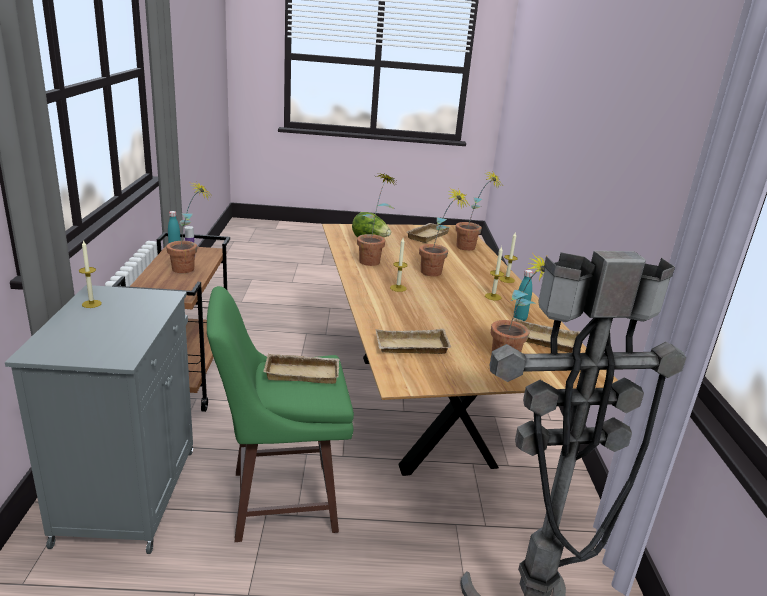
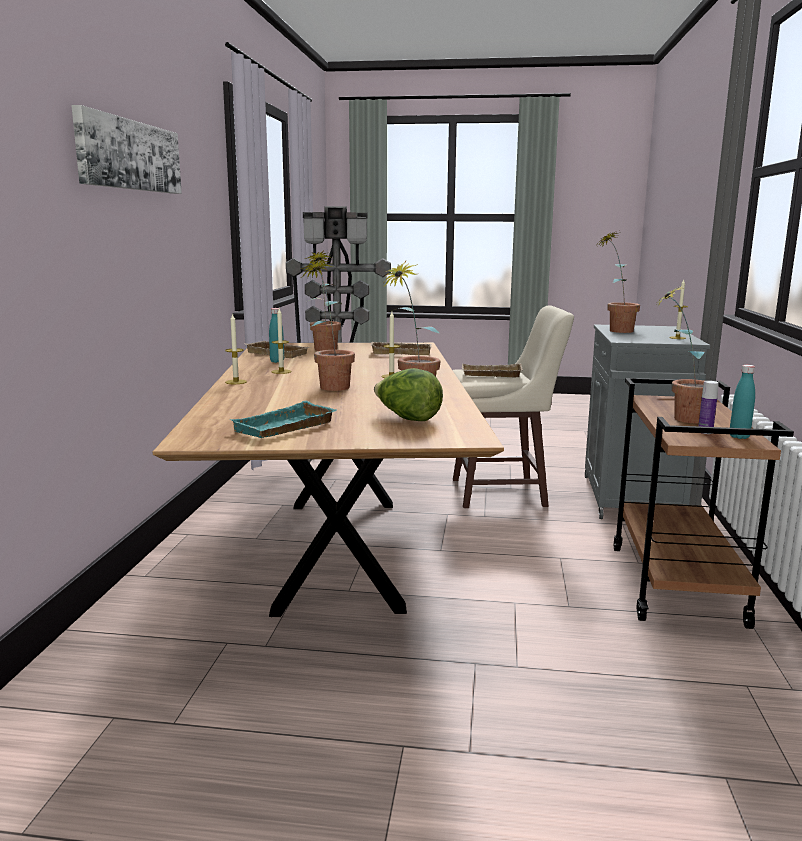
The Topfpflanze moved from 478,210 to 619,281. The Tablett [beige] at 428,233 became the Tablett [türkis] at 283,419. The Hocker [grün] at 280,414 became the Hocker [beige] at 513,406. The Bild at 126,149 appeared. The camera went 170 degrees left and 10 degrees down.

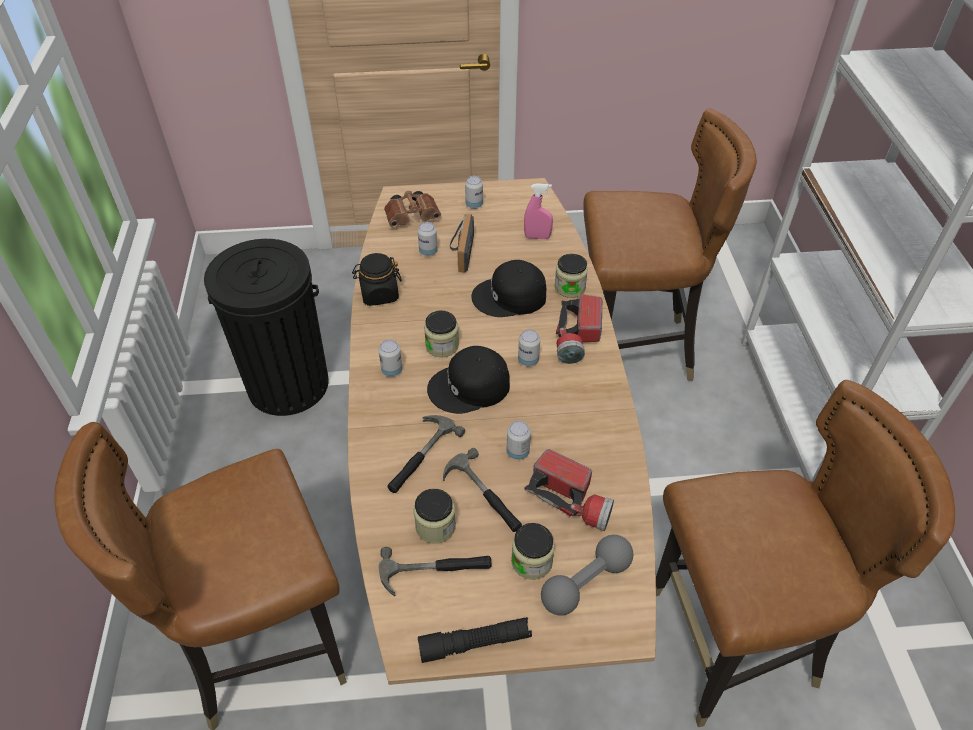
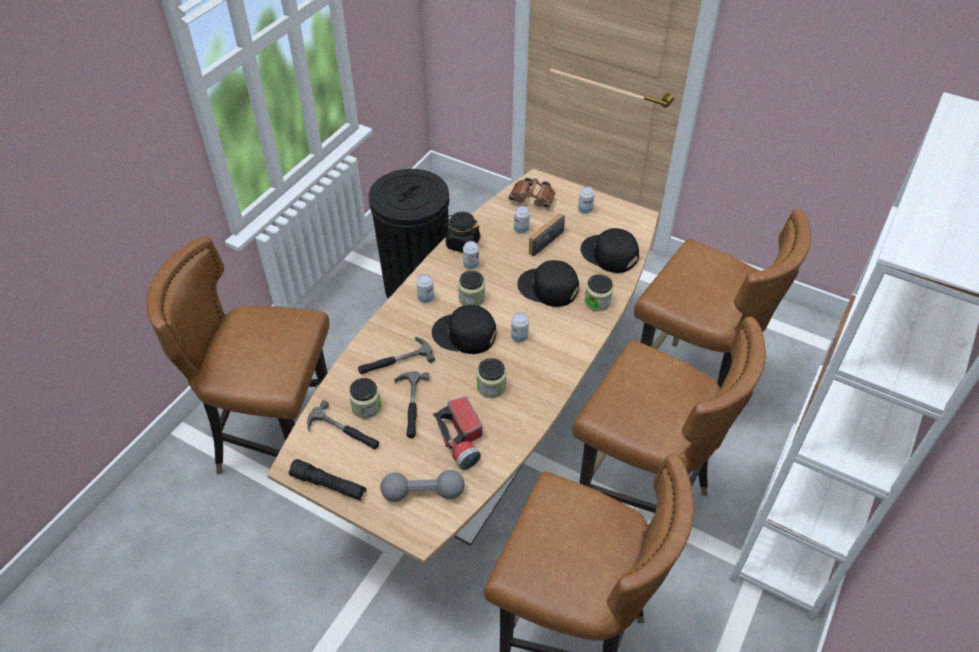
The Sprühflasche [rosa] at 538,211 was replaced by the Kappe [schwarz] at 609,250. The Taschenlampe at 579,329 disappeared. The Dose moved from 519,440 to 471,255. The Vorratsglas moved from 533,551 to 491,378. The Stuhl [braun] at 669,415 appeared. The camera went 35 degrees right and 0 degrees up.

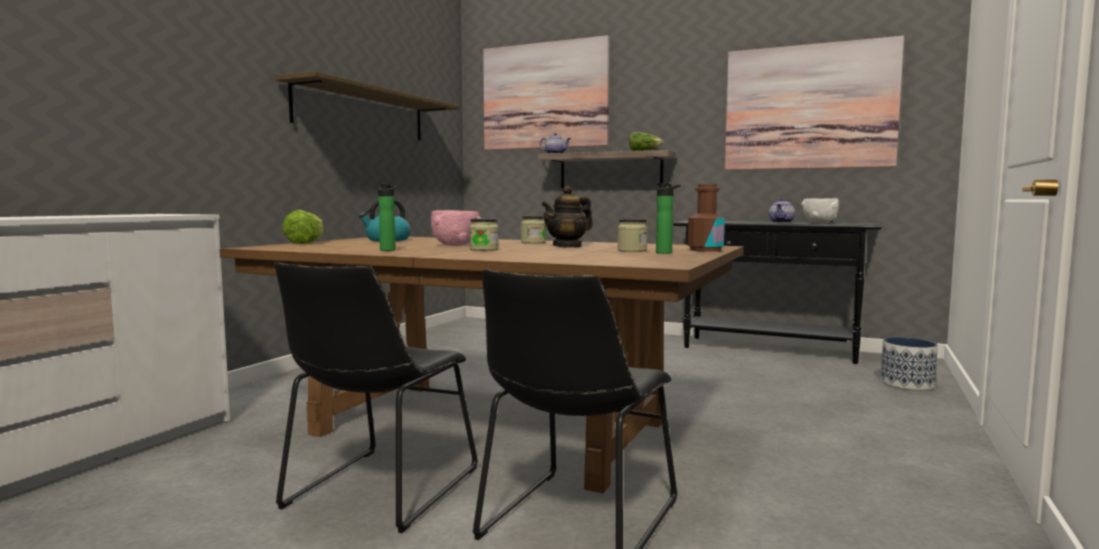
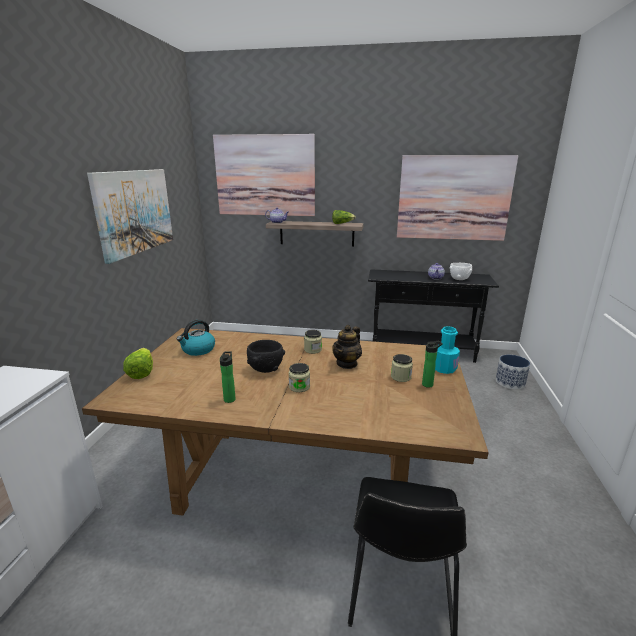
The Wandregal at 367,105 was replaced by the Bild at 130,216. The Flasche [braun] at 706,217 became the Flasche [türkis] at 447,350. The Schüssel [rosa] at 455,228 became the Schüssel [schwarz] at 266,356. The Stuhl [schwarz] at 376,398 disappeared. The camera went 15 degrees left and 15 degrees up.

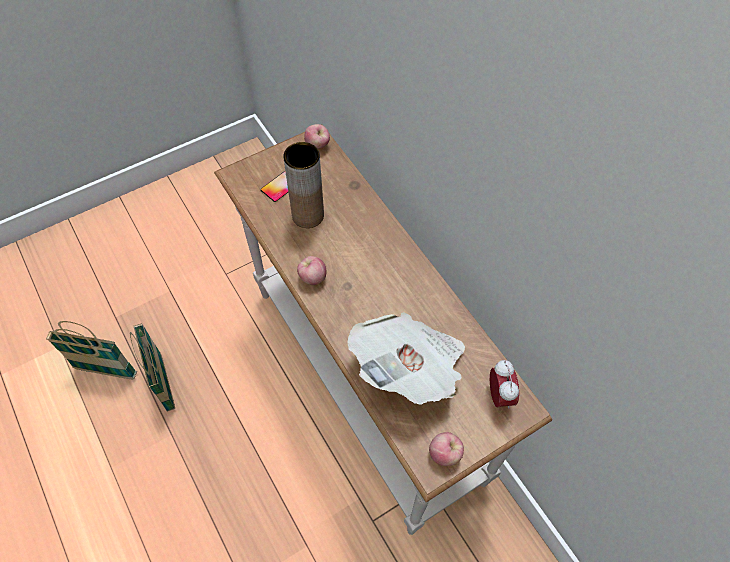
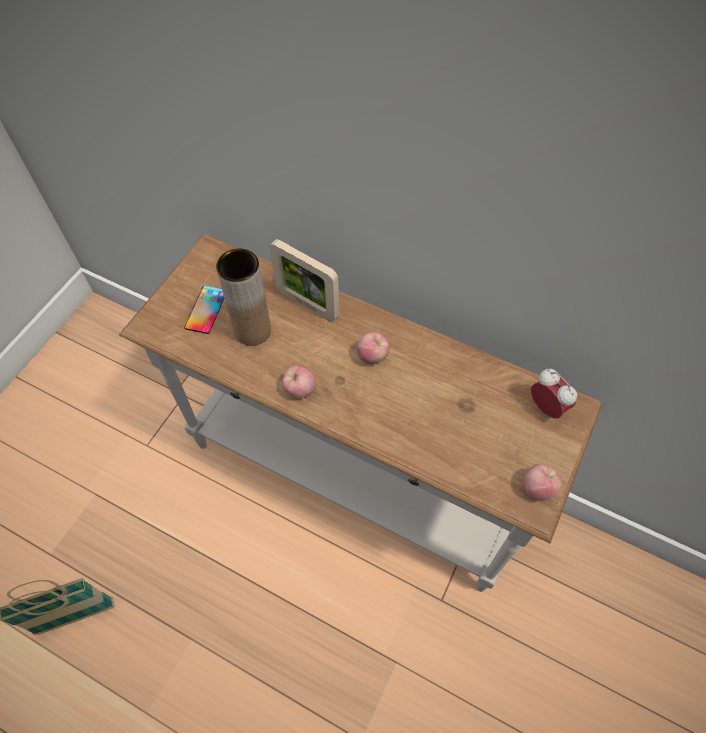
The Apfel moved from 317,136 to 373,348. The Zeitung at 406,358 disappeared. The Korb at 152,367 disappeared. The Bilderrahmen at 304,280 appeared. The camera went 30 degrees left and 0 degrees up.

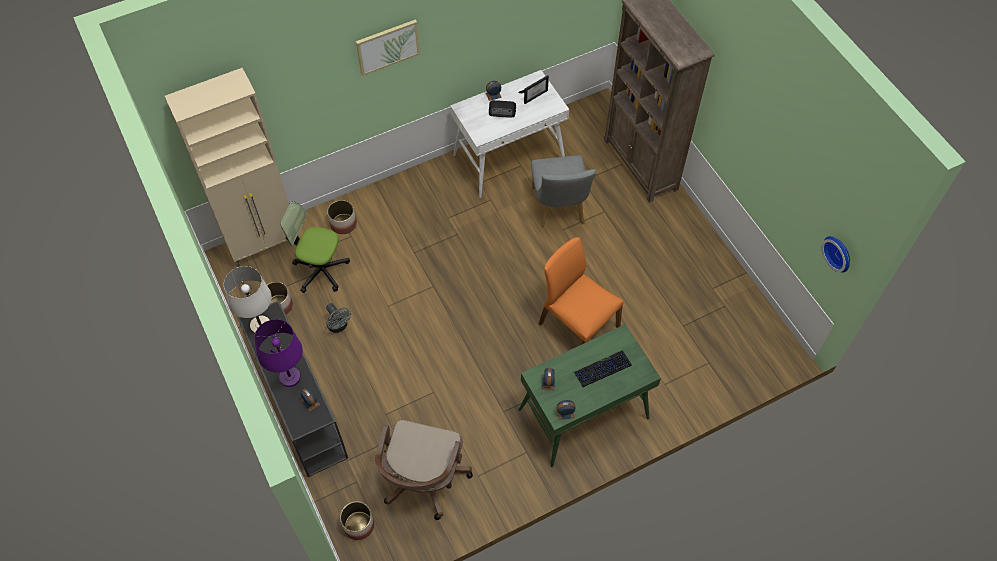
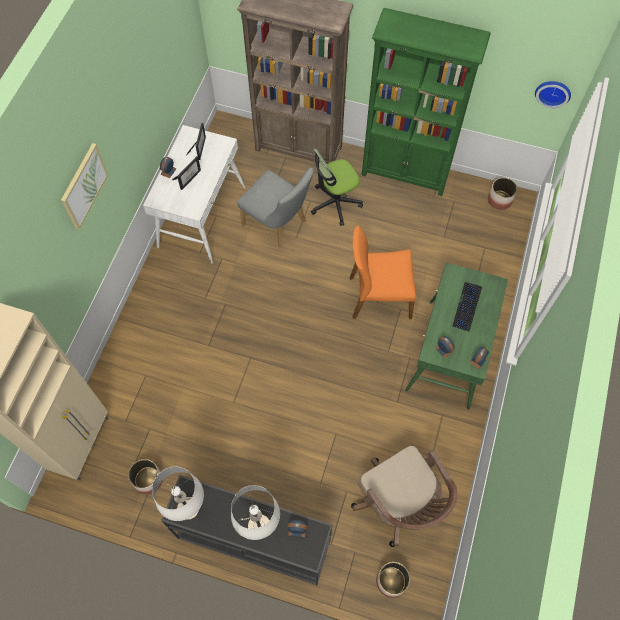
The Radio at 502,109 was replaced by the Bilderrahmen at 186,173. The Pflanzkübel moved from 342,217 to 502,194. The Bürostuhl moved from 315,247 to 337,187. The Ventilator [grau] at 338,318 disappeared. The Tischlampe [lila] at 278,353 became the Tischlampe [weiß] at 255,512. The Bücherregal [grün] at 426,102 appeared. The camera went 45 degrees left and 5 degrees up.

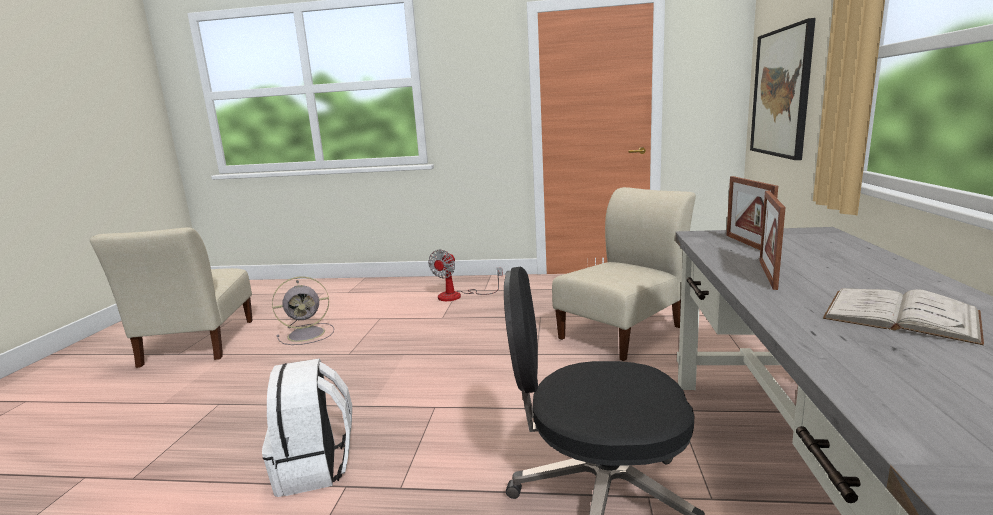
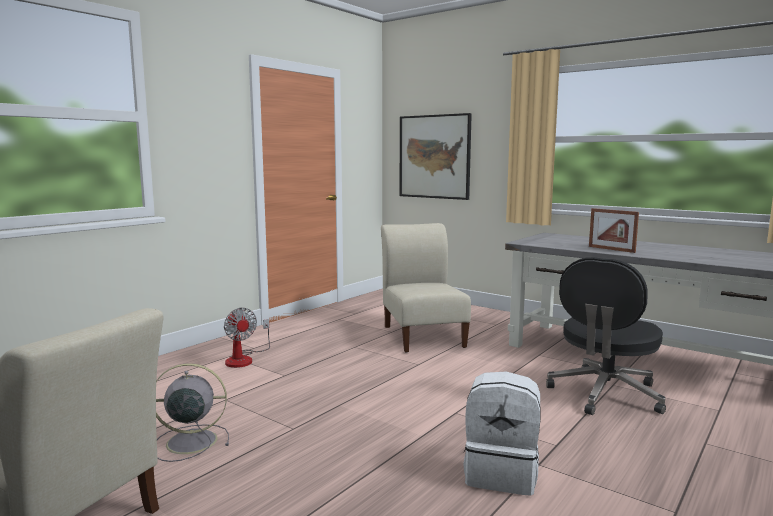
The Bilderrahmen at 752,213 disappeared. The Ventilator [grau] at 303,311 turned 105 degrees counterclockwise. The Buch [weiß] at 903,317 disappeared. The camera went 60 degrees left and 5 degrees down.

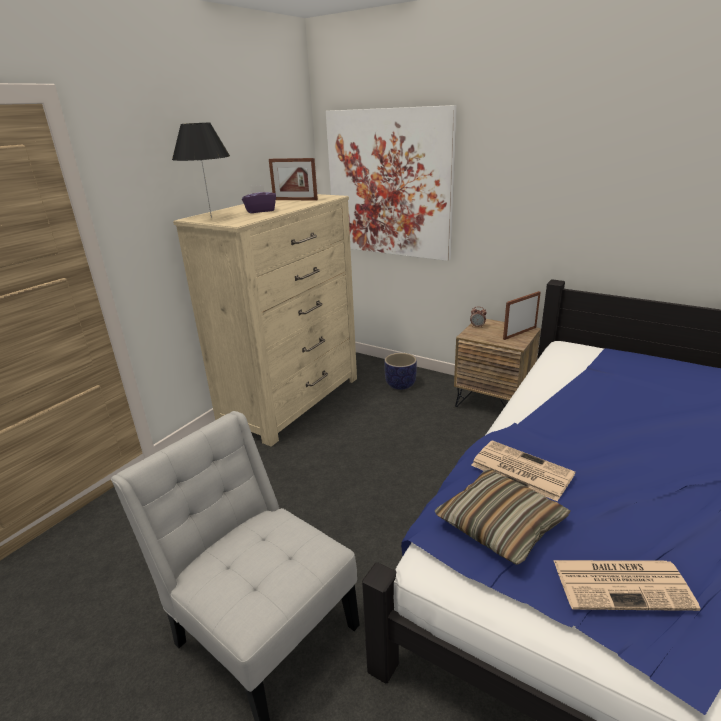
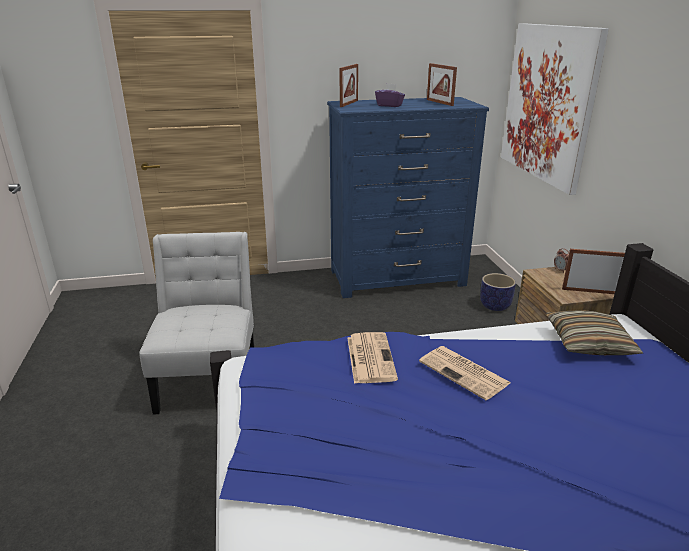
The Tischlampe [schwarz] at 201,170 was replaced by the Bilderrahmen at 349,85. The Kommode [beige] at 265,320 became the Kommode [blau] at 408,197. The Kissen moved from 503,517 to 594,332. The Zeitung moved from 627,585 to 464,373. The camera went 45 degrees right and 0 degrees up.

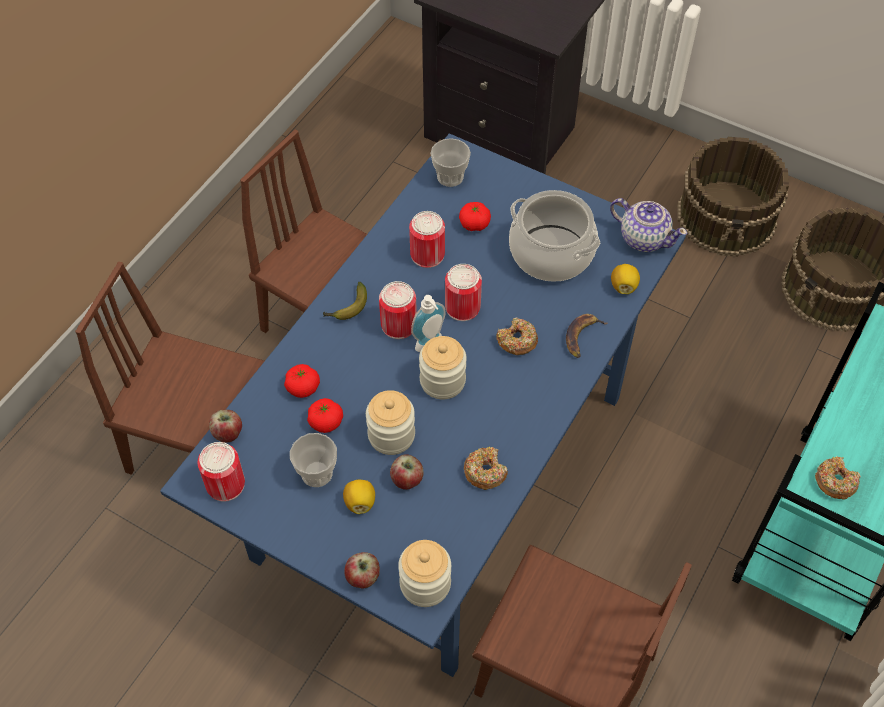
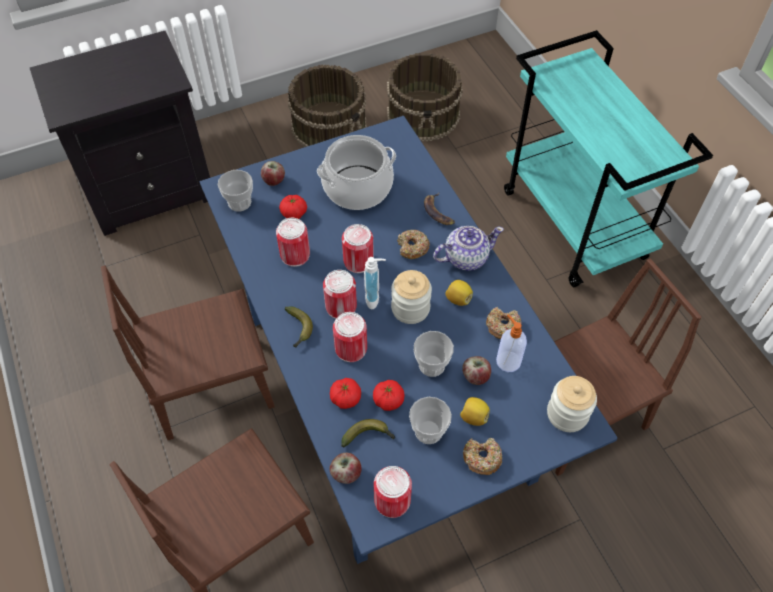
The Teekanne moved from 648,225 to 468,248. The Zitrone moved from 625,279 to 459,293. The Vorratsglas at 390,422 was replaced by the Tasse at 434,354. The Donut moved from 838,477 to 482,456. The Apfel moved from 362,570 to 273,173. The Dose at 350,337 appeared. The Seifenspender at 511,343 appeared. The Banane at 368,433 appeared. The camera went 55 degrees left and 0 degrees up.

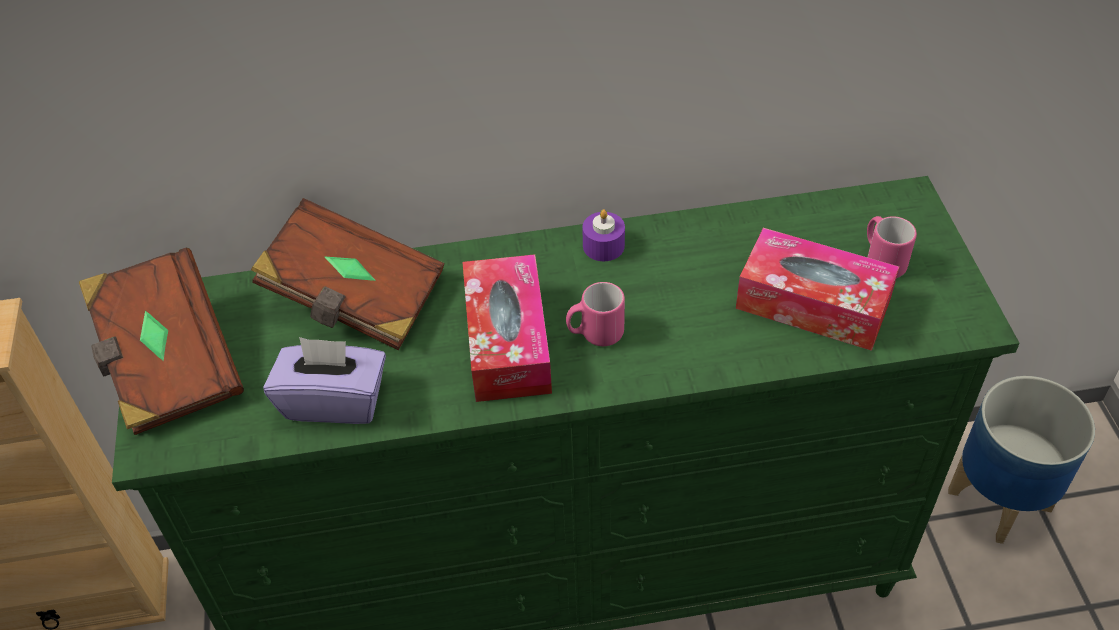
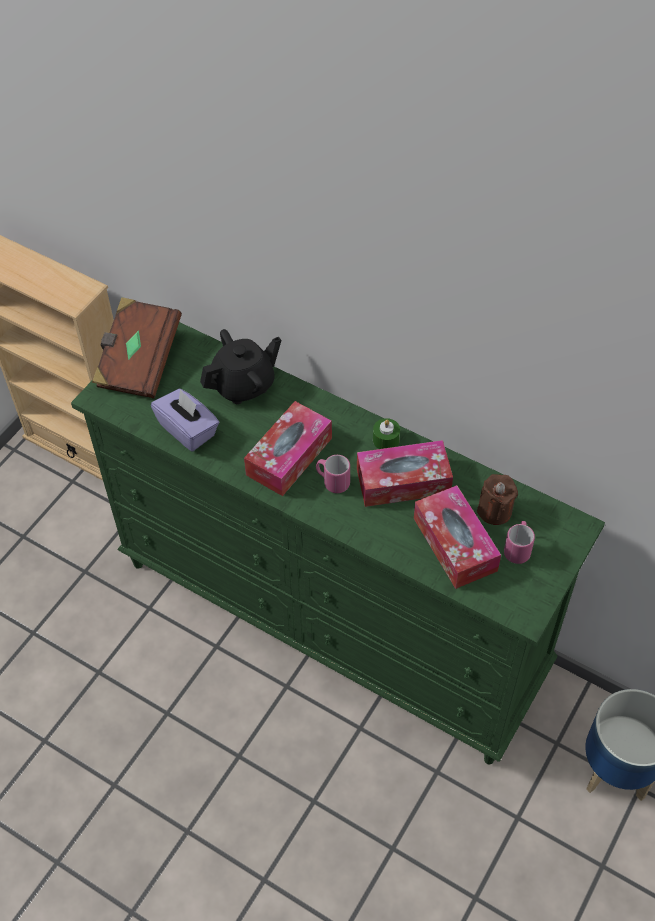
The Buch [braun] at 347,274 was replaced by the Teekanne [schwarz] at 240,366. The Kerze [lila] at 603,235 became the Kerze [grün] at 386,433. The Taschentuchbox at 405,473 appeared. The Kerze [braun] at 497,499 appeared. The camera went 40 degrees right and 5 degrees up.

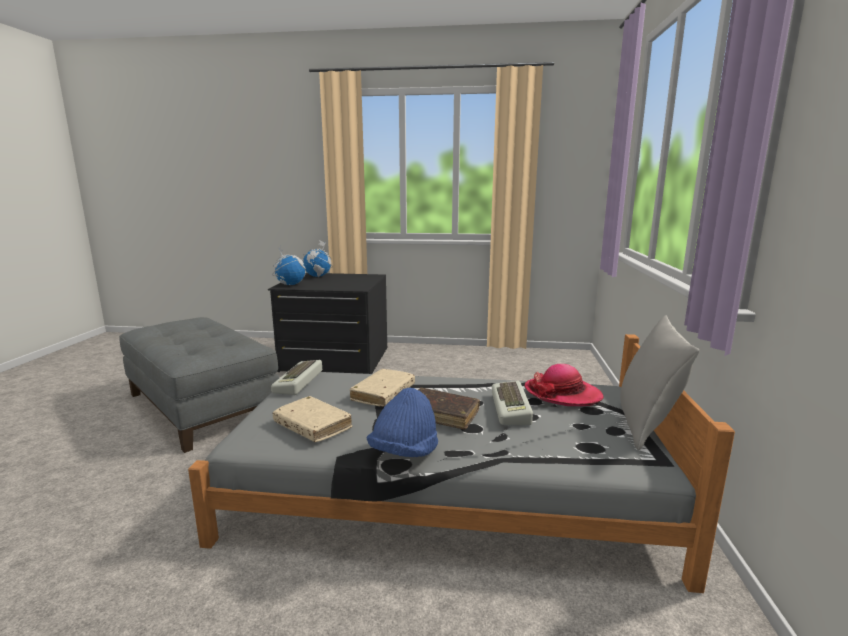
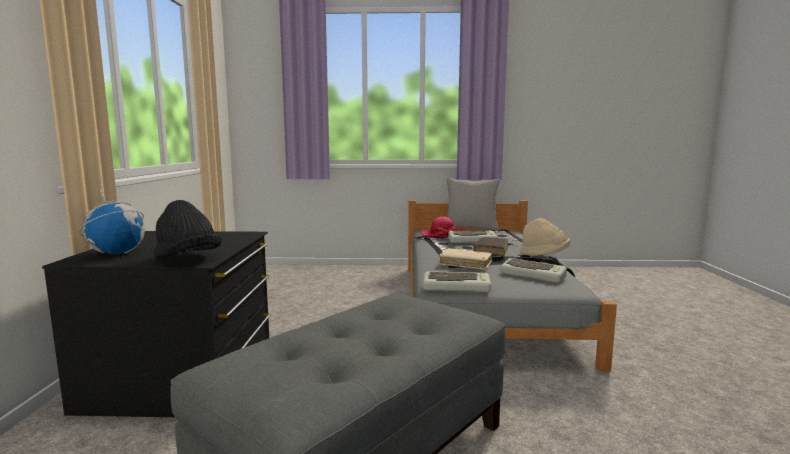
The Globus at 289,265 was replaced by the Hut [schwarz] at 188,229. The Hut [blau] at 402,422 became the Hut [beige] at 545,237. The Buch [beige] at 312,419 was replaced by the Tastatur at 533,270. The camera went 95 degrees left and 5 degrees down.

